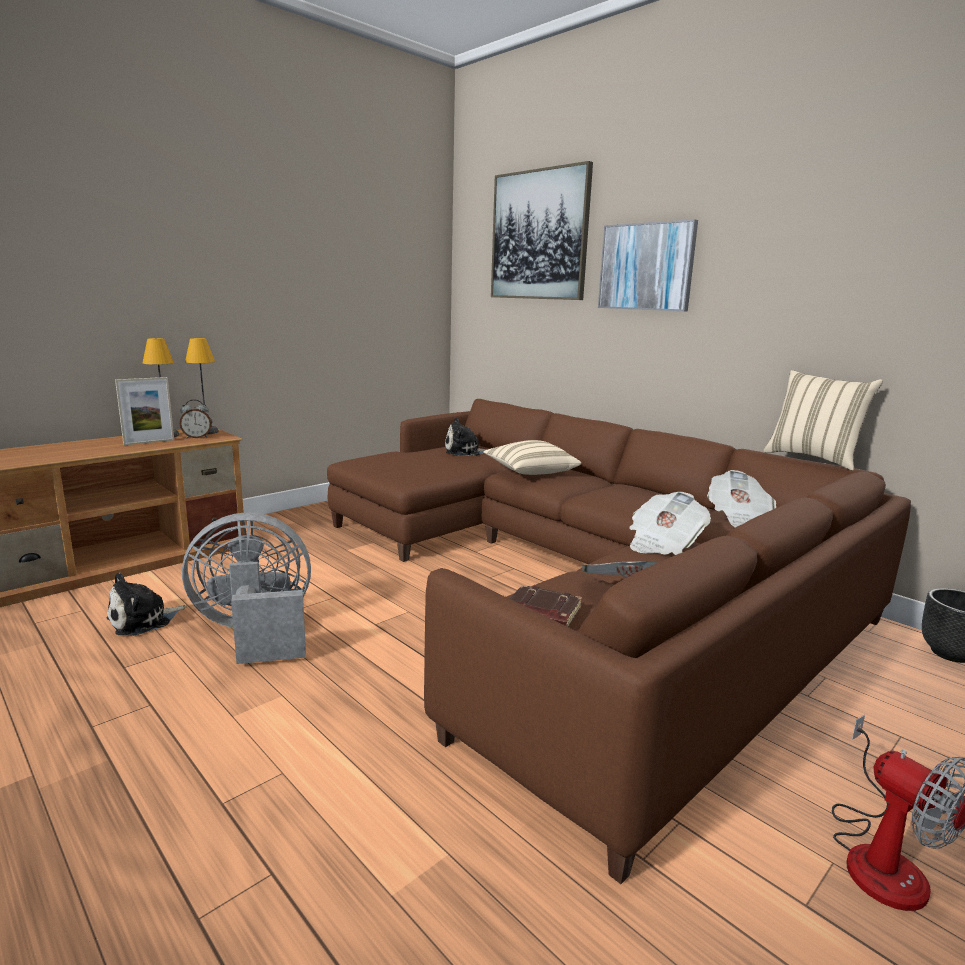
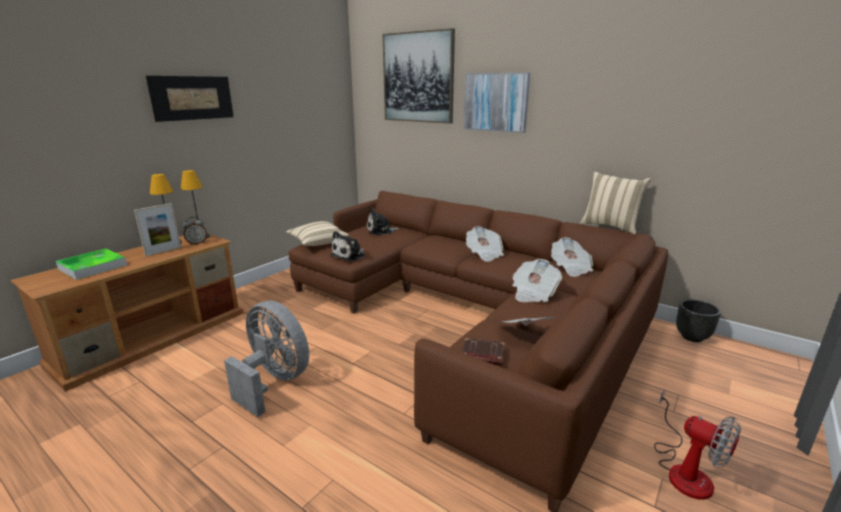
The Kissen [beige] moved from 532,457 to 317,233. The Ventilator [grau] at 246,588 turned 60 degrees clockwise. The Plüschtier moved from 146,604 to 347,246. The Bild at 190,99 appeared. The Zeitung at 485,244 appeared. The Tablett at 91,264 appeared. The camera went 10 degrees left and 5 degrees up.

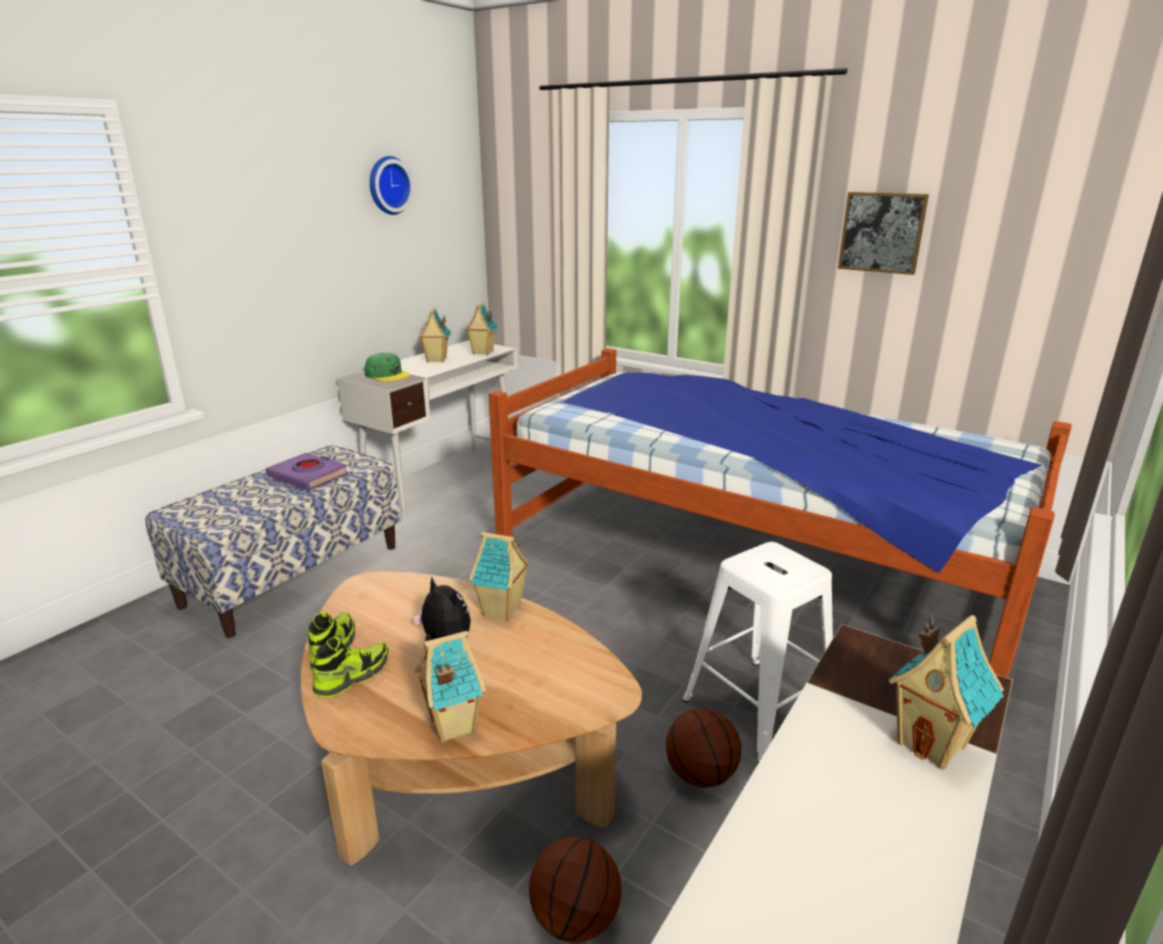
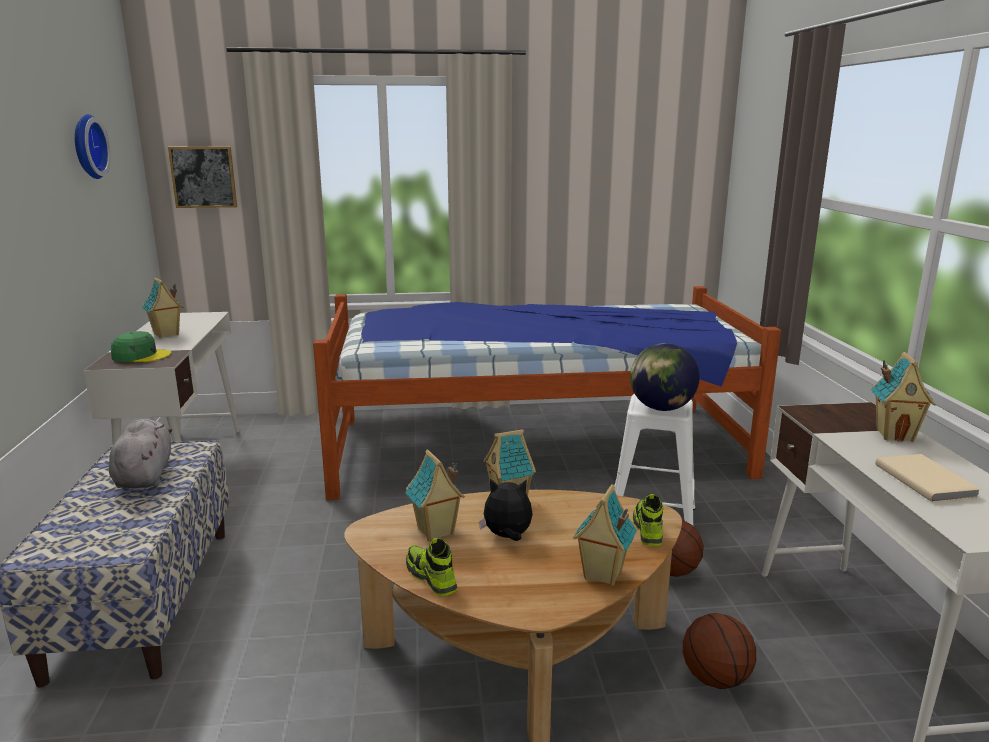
The Bild moved from 883,233 to 202,177. The Spielzeughaus moved from 481,328 to 435,495. The Buch [lila] at 307,471 was replaced by the Plüschtier [grau] at 140,454. The Schuh moved from 350,667 to 648,520. The Globus at 665,377 appeared. The Buch [beige] at 929,478 appeared. The camera went 40 degrees left and 5 degrees down.

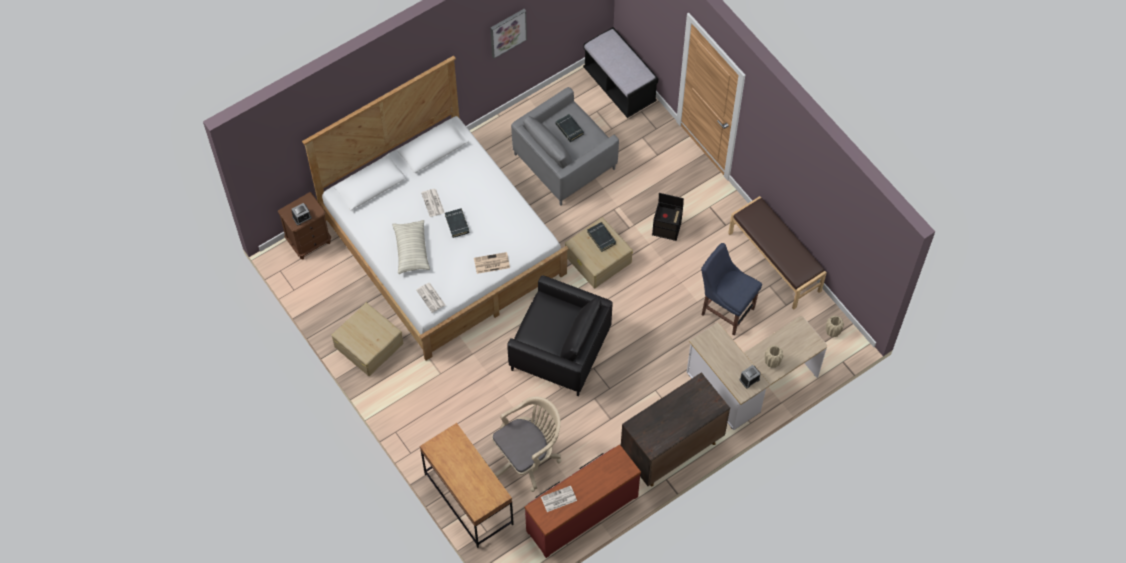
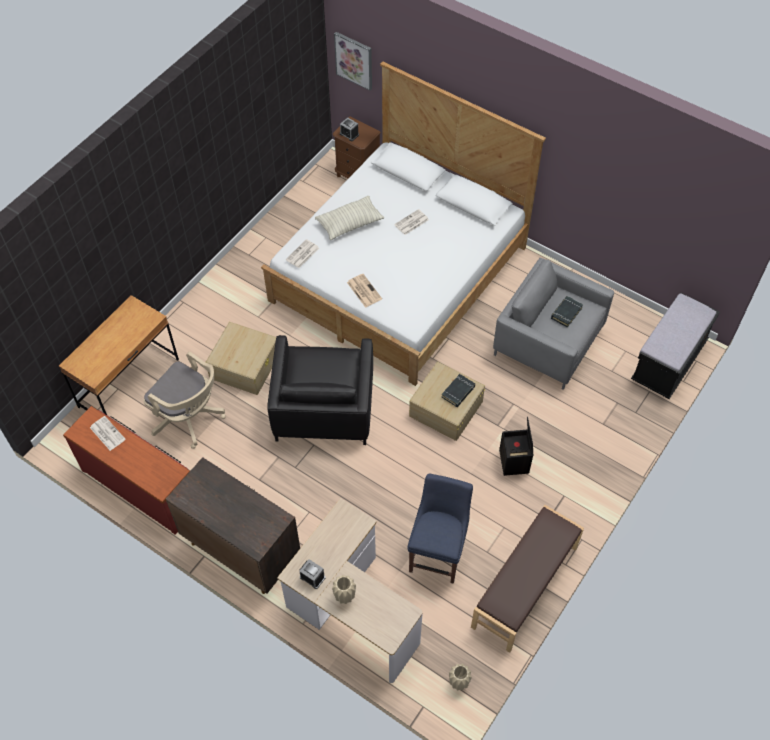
The Bild moved from 508,33 to 353,61. The Buch [schwarz] at 457,223 disappeared. The Aufbewahrungsbox [beige] moved from 367,339 to 240,358. The camera went 70 degrees right and 5 degrees down.

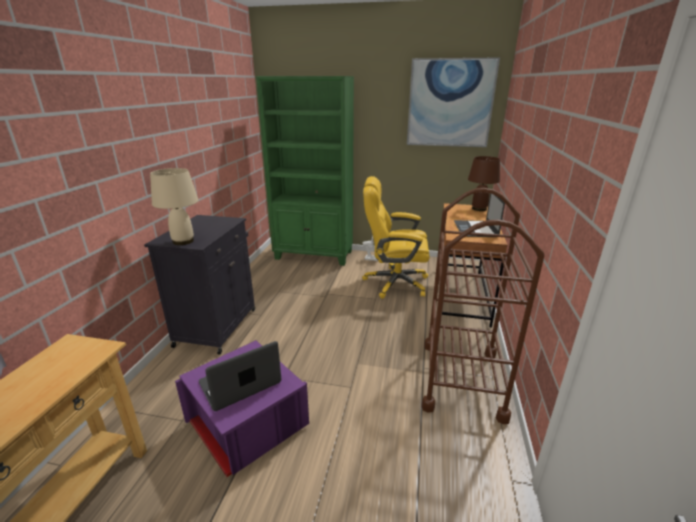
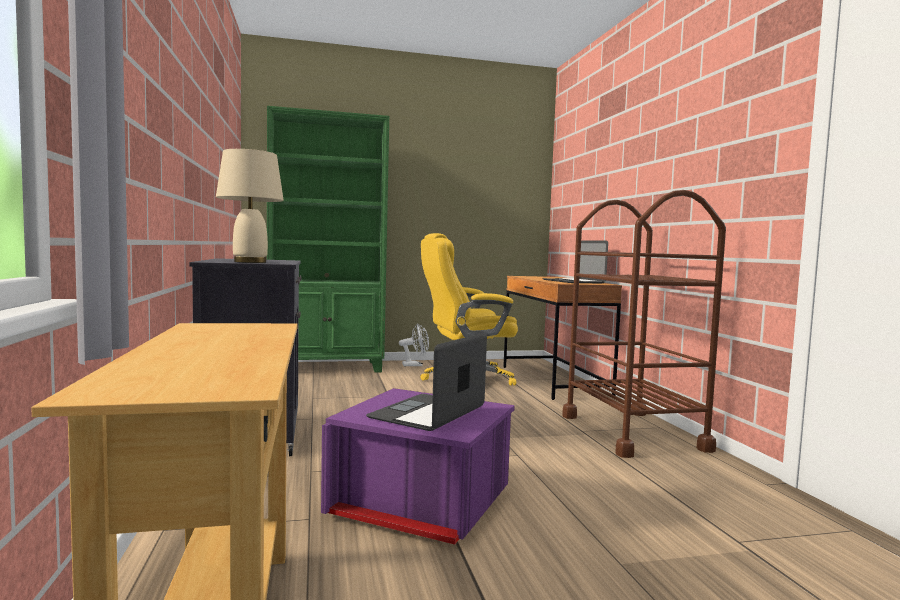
The Bild at 453,102 disappeared. The Tischlampe [braun] at 484,183 disappeared. The camera went 25 degrees left and 20 degrees down.

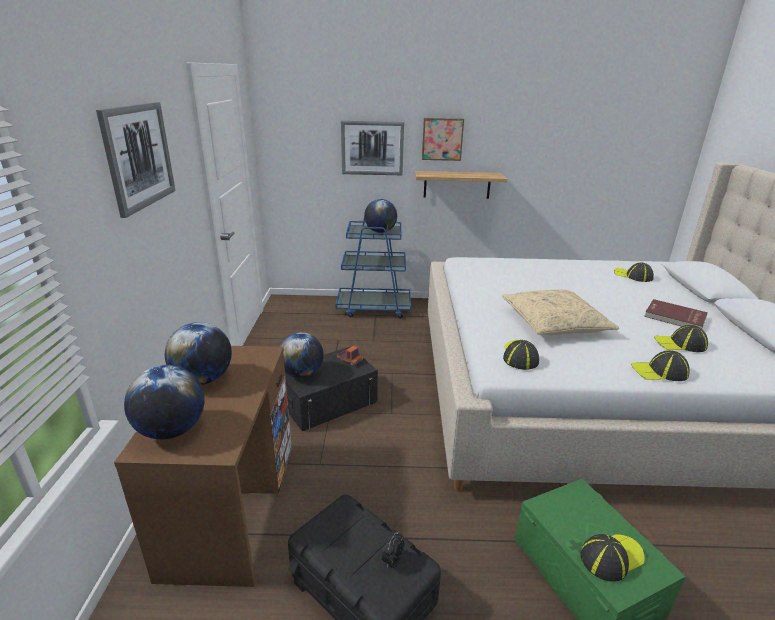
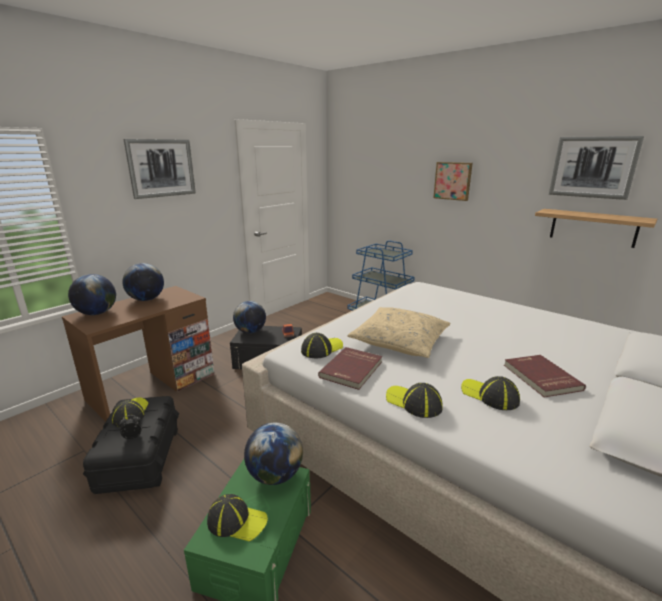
The Bild moved from 372,148 to 596,168. The Wandregal moved from 461,185 to 596,228. The Globus moved from 380,216 to 273,453. The Kappe moved from 634,272 to 130,412. The Buch [rot] at 350,368 appeared. The camera went 40 degrees right and 5 degrees down.

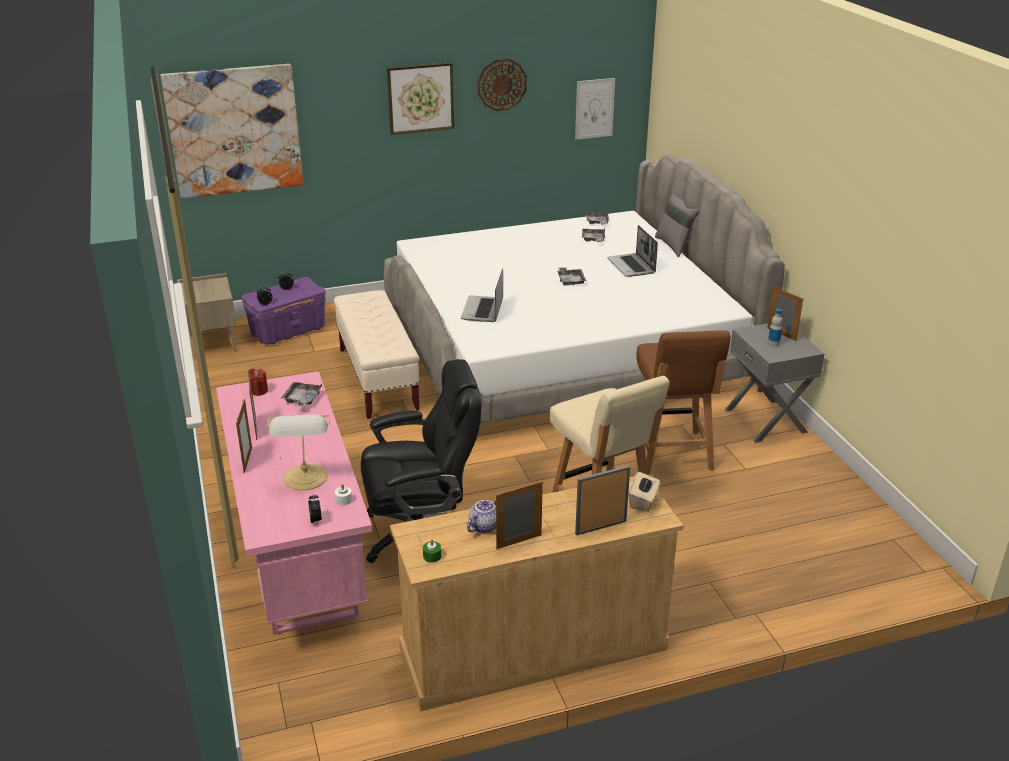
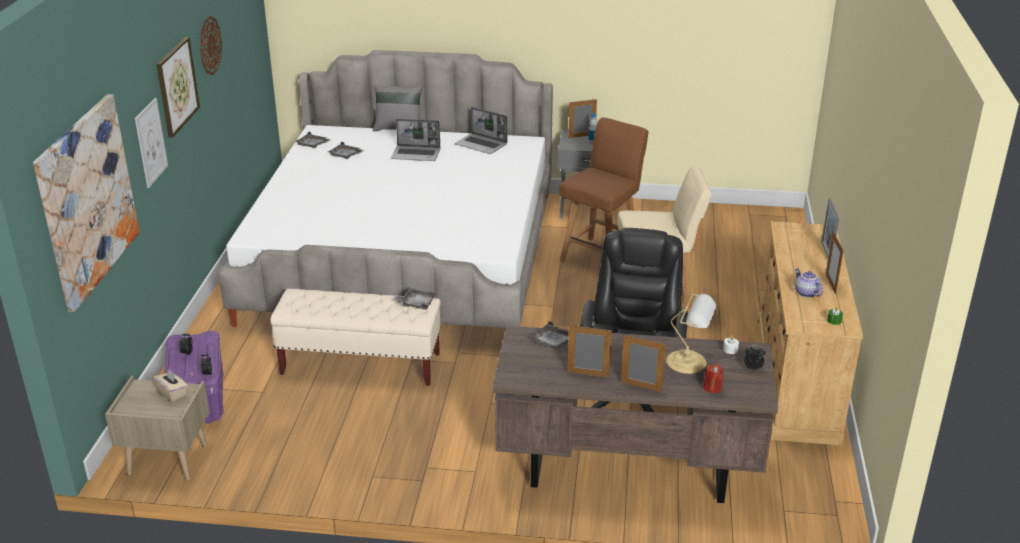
The Bild moved from 595,109 to 151,143. The Tablett [grau] moved from 571,276 to 415,299. The Laptop moved from 482,295 to 481,130. The Stuhl [braun] at 683,402 turned 75 degrees counterclockwise. The Kerze [rot] moved from 258,382 to 714,378. The Schreibtisch [rosa] at 294,503 became the Schreibtisch [braun] at 635,414. The Taschentuchbox [beige] moved from 644,491 to 170,385. The camera went 65 degrees left and 0 degrees up.

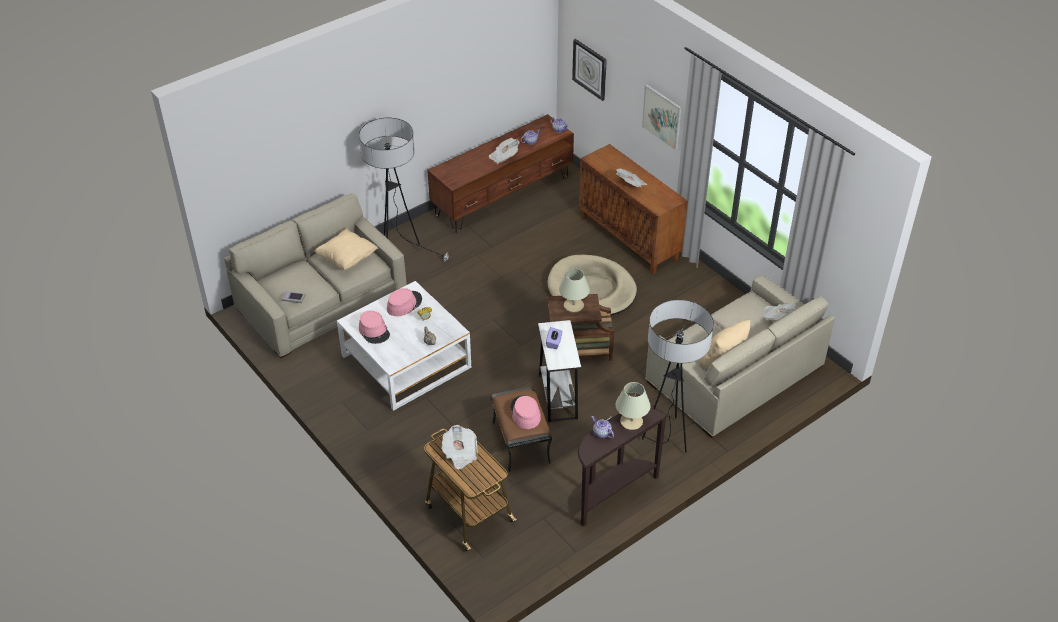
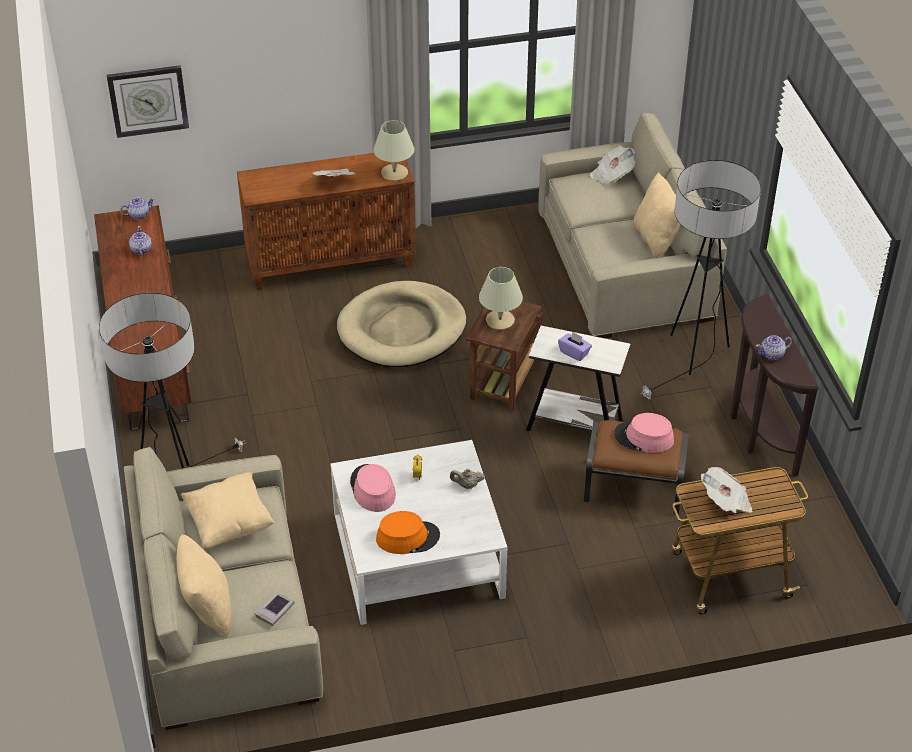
The Bild at 662,117 disappeared. The Zeitung at 504,151 disappeared. The Hut [rosa] at 374,327 became the Hut [orange] at 408,532. The Tischlampe [beige] moved from 633,406 to 393,150. The Kissen [beige] at 204,586 appeared. The camera went 65 degrees left and 0 degrees up.

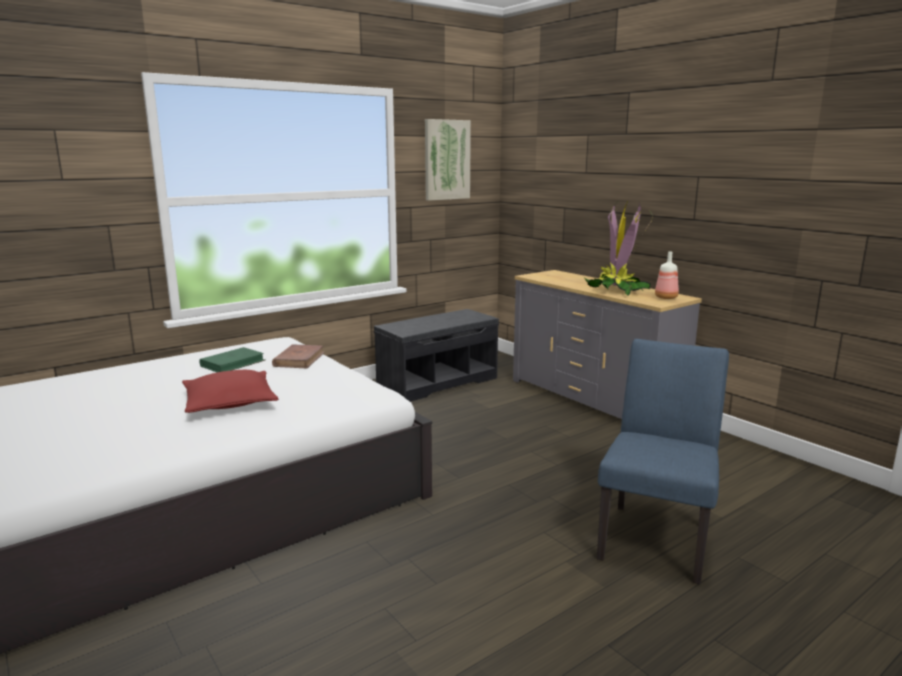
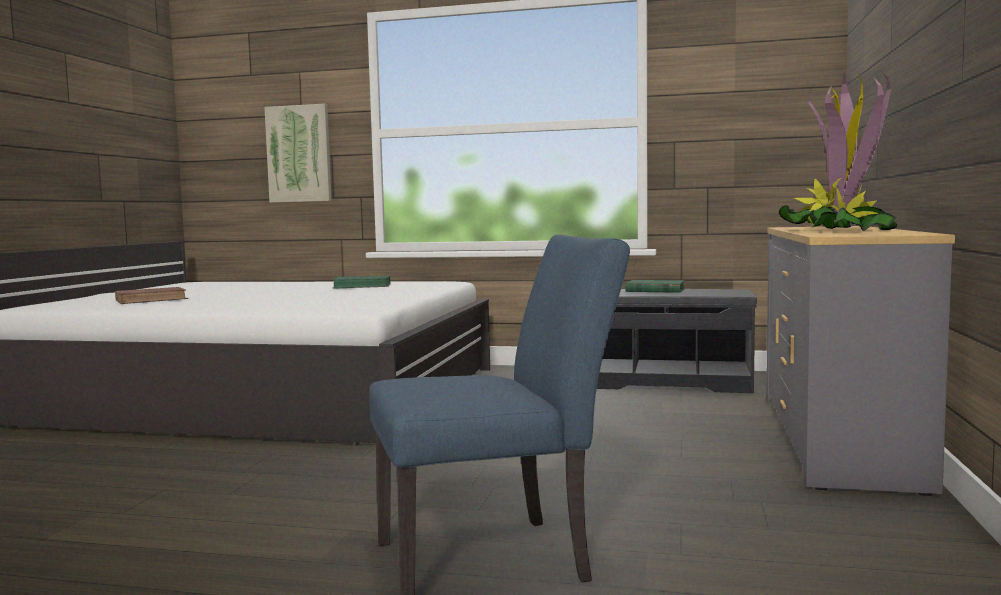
The Bild moved from 448,160 to 298,153. The Flasche at 667,275 disappeared. The Buch [braun] moved from 298,356 to 151,295. The Kissen [rot] at 230,391 disappeared. The Buch [grün] at 655,286 appeared. The camera went 50 degrees right and 10 degrees down.

